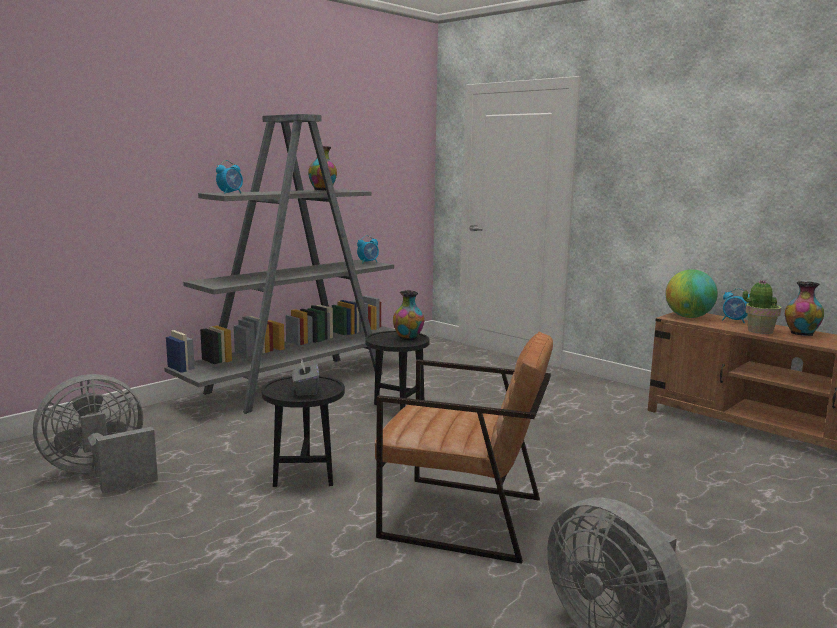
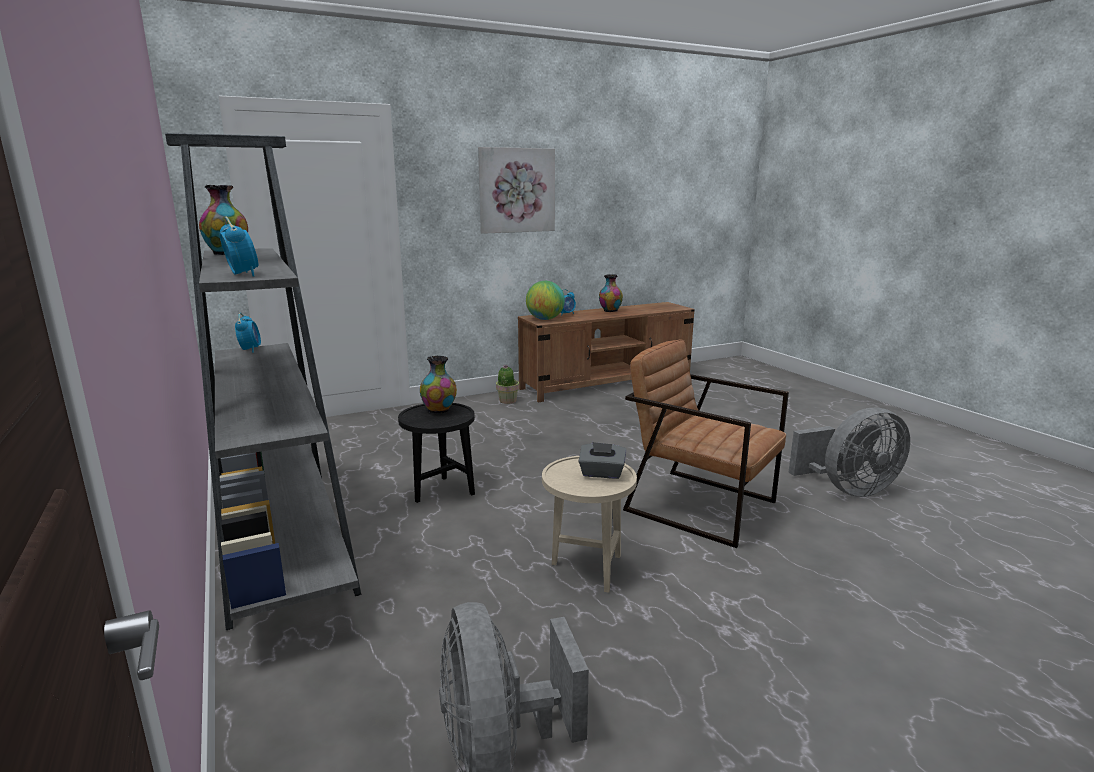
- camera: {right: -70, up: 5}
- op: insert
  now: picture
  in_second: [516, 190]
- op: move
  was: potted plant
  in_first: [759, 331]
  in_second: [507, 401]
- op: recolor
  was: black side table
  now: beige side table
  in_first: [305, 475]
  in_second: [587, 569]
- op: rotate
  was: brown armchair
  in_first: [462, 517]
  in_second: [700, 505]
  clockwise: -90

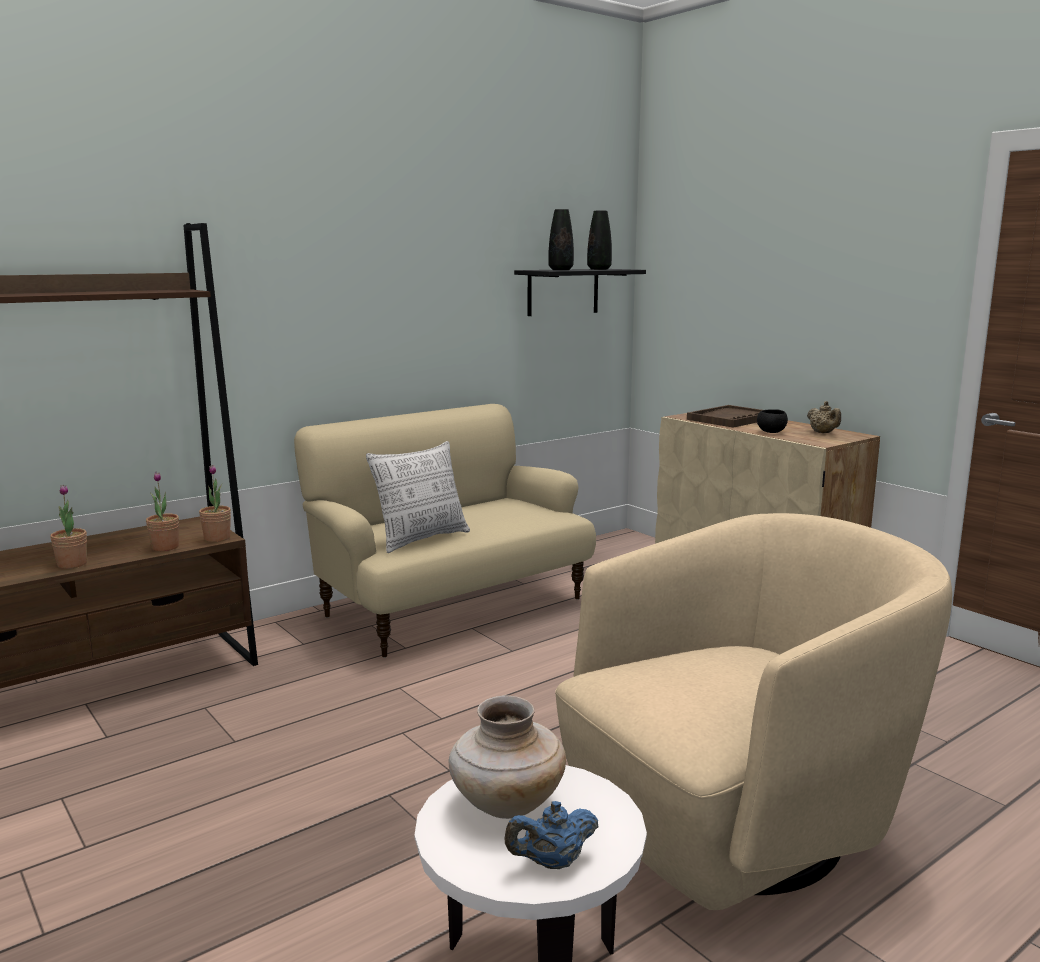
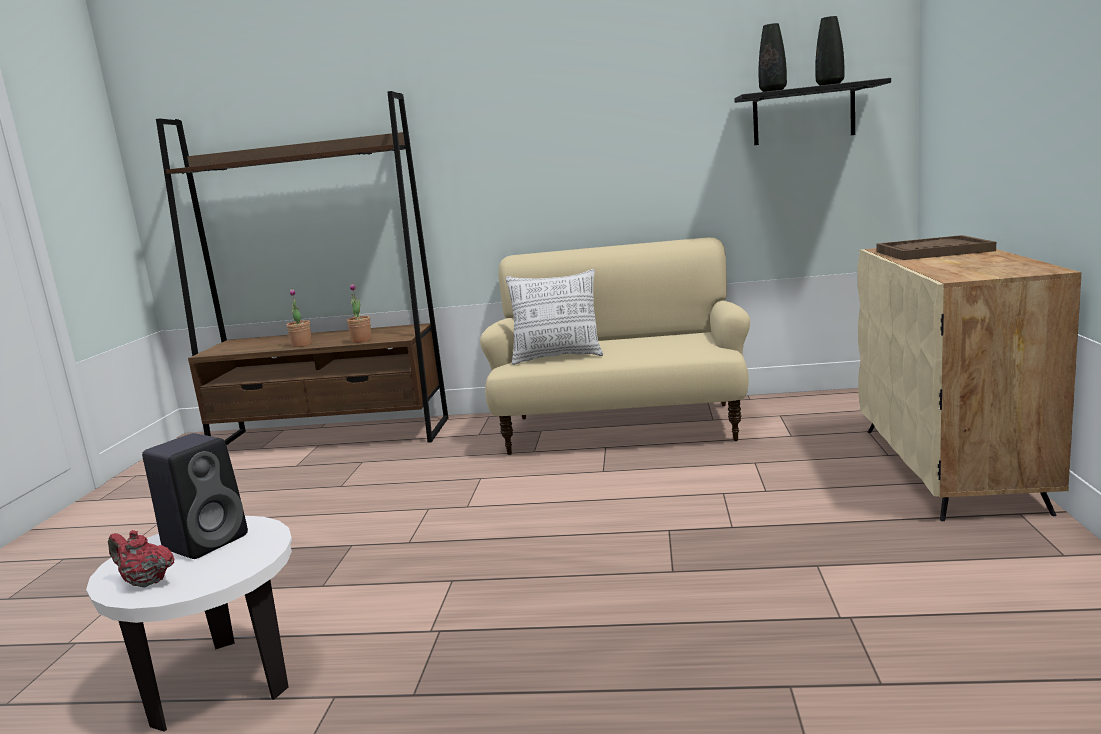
- camera: {right: 45, up: 0}
- op: recolor
  was: blue teapot
  now: red teapot
  in_first: [552, 862]
  in_second: [146, 582]
- op: replace
  was: beige vase
  now: black speaker
  in_first: [506, 804]
  in_second: [208, 540]
- op: delete
  was: potted plant
  in_first: [217, 538]
- op: delete
  was: beige armchair
  in_first: [736, 823]
- op: delete
  was: black bowl
  in_first: [771, 432]
- op: delete
  was: beige teapot
  in_first: [823, 433]

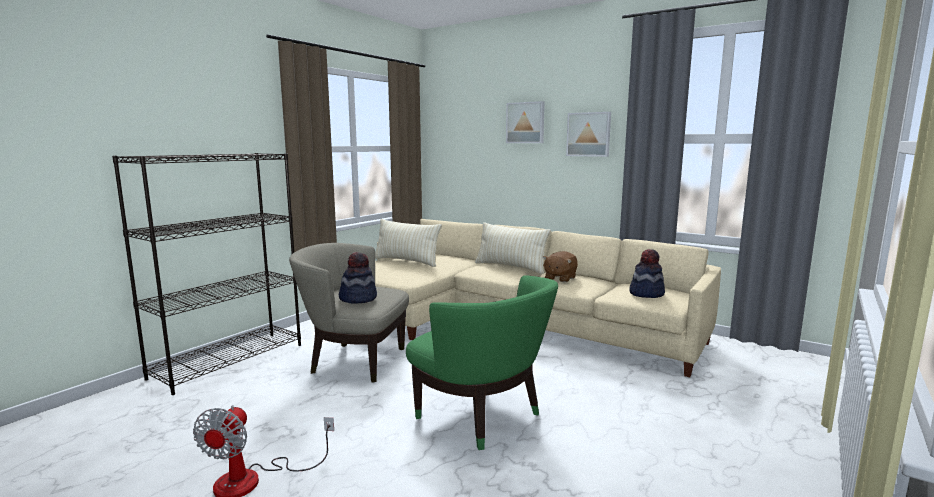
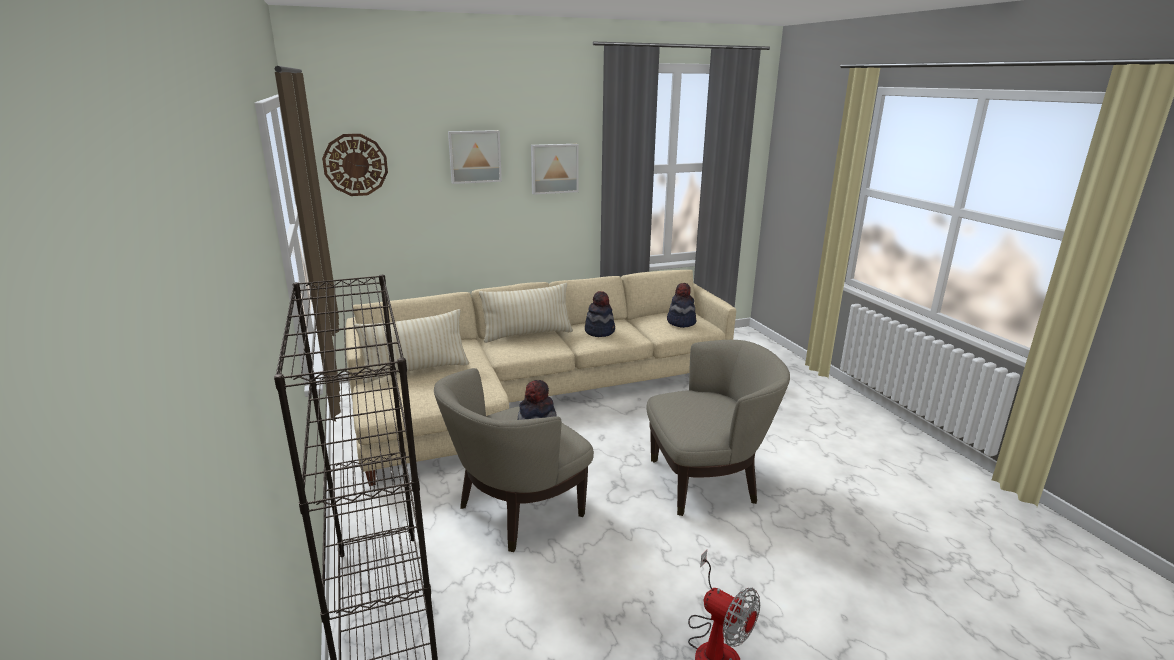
- camera: {right: -55, up: 10}
- op: insert
  now: wall clock
  in_second: [355, 165]
- op: replace
  was: brown plush toy
  now: hat
  in_first: [559, 278]
  in_second: [600, 331]
- op: recolor
  was: green armchair
  now: beige armchair
  in_first: [483, 417]
  in_second: [707, 482]

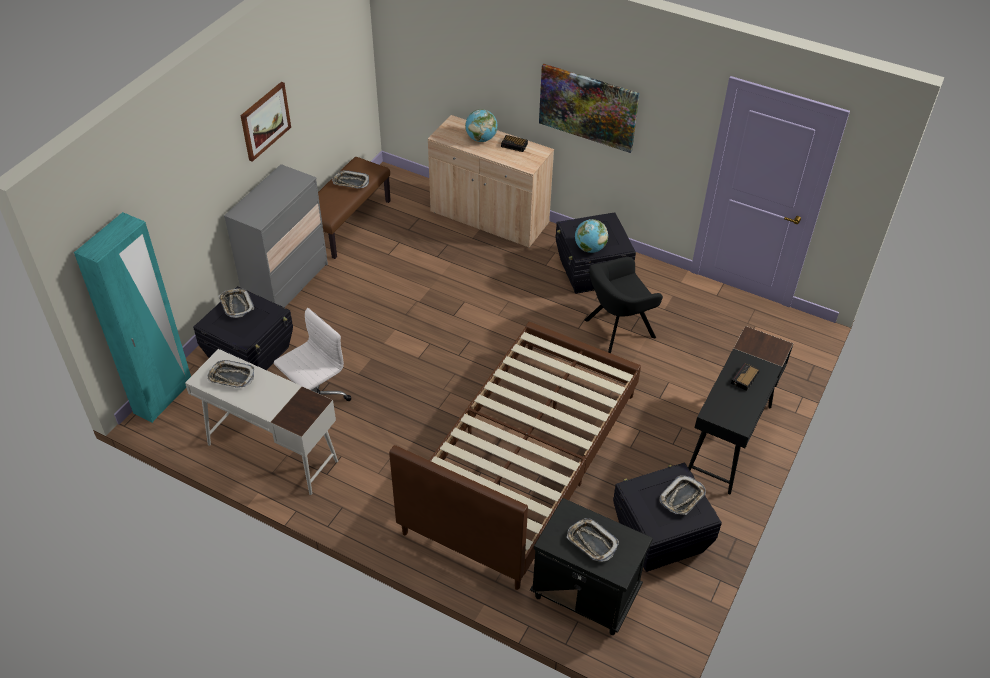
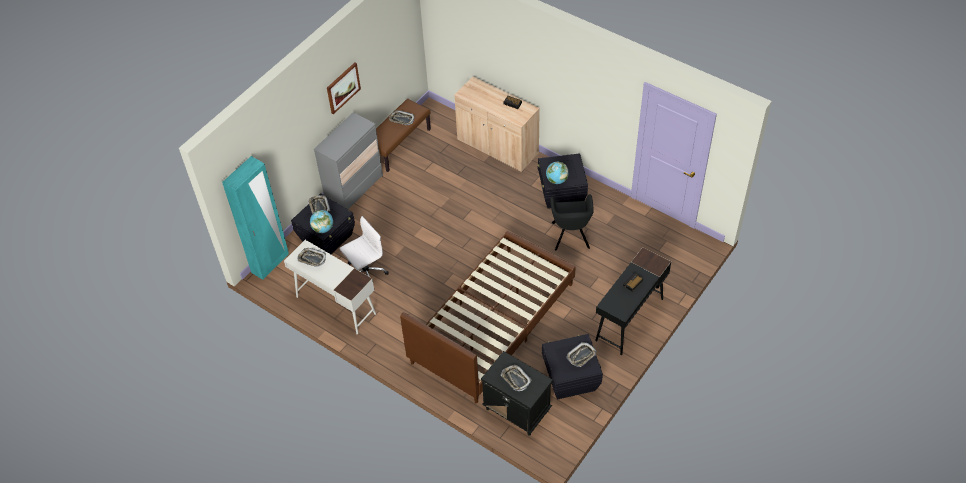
- camera: {right: 10, up: 5}
- op: move
  was: globe
  in_first: [481, 139]
  in_second: [323, 228]
- op: rotate
  was: black armchair
  in_first: [616, 329]
  in_second: [570, 236]
  clockwise: -75
- op: delete
  was: picture
  in_first: [588, 107]

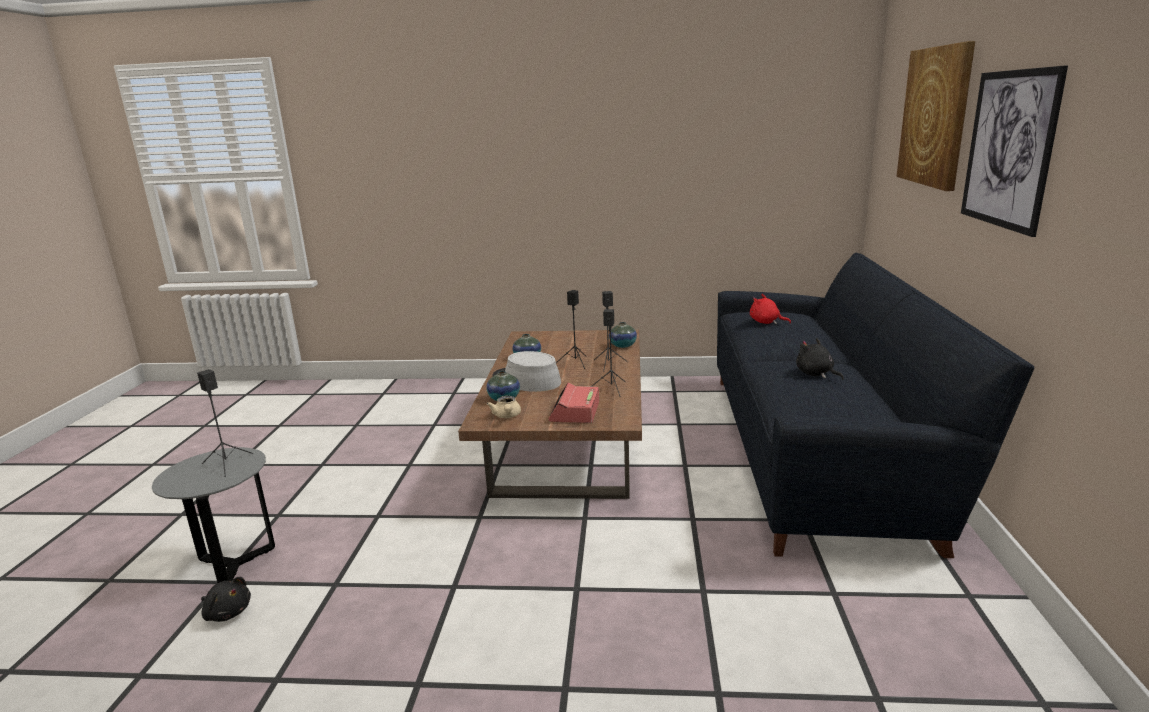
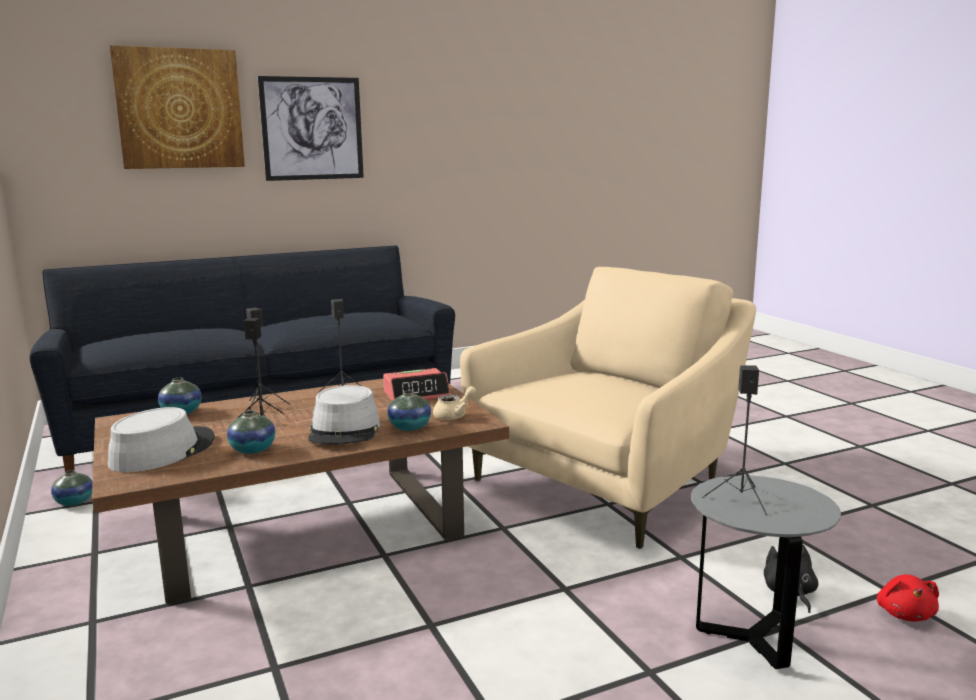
- camera: {right: -120, up: -5}
- op: insert
  now: vase
  in_second: [74, 502]
- op: insert
  now: grey hat
  in_second: [162, 451]
- op: insert
  now: beige armchair
  in_second: [611, 482]
- op: move
  was: red plush toy
  in_first: [766, 322]
  in_second: [905, 613]
- op: delete
  was: black plush toy
  in_first: [816, 374]

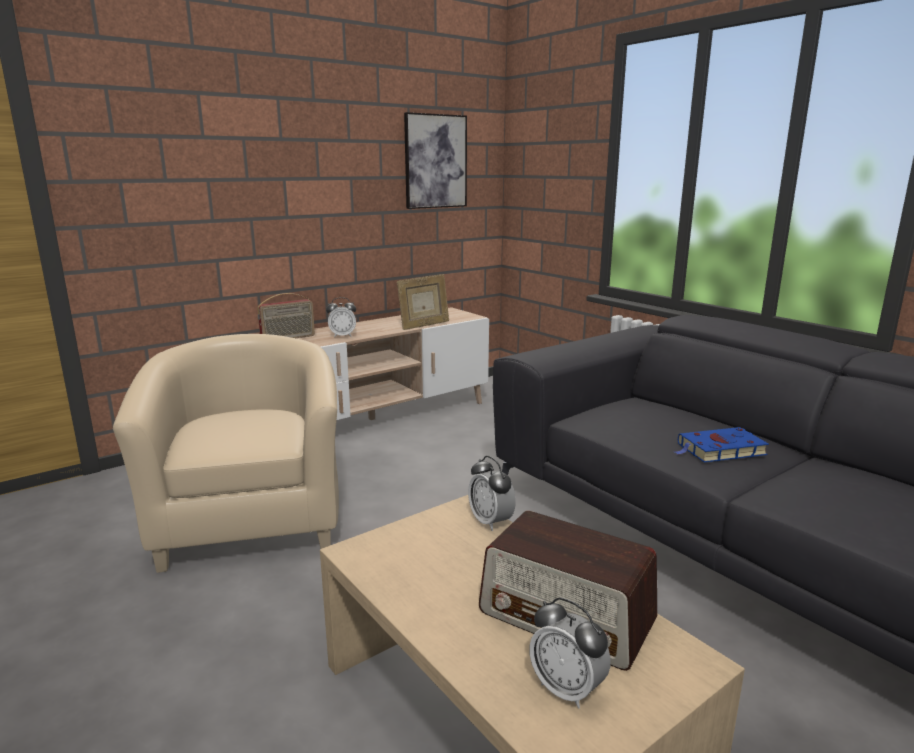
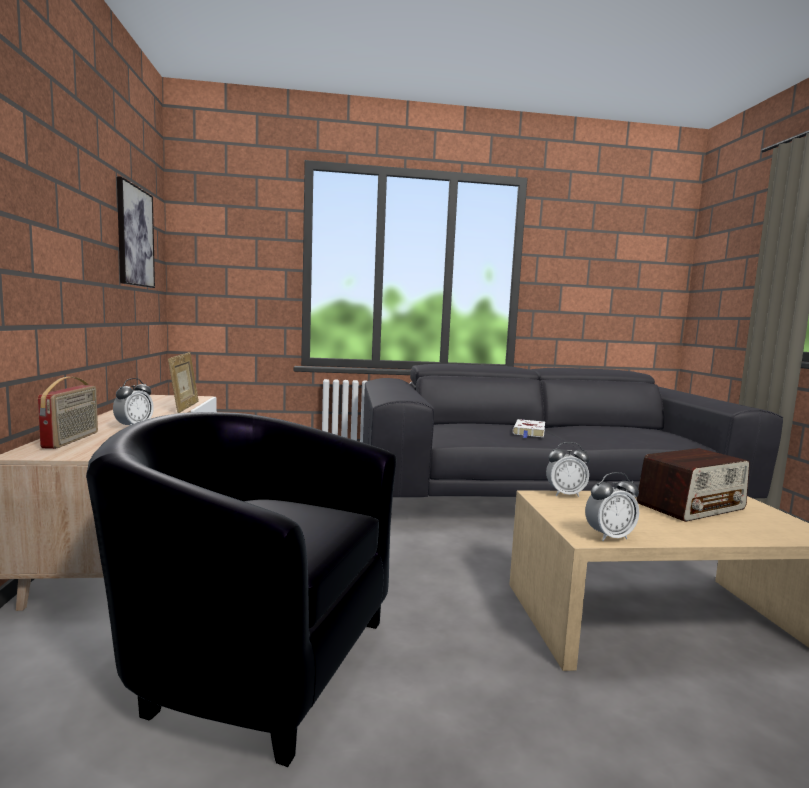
- camera: {right: -60, up: -10}
- op: recolor
  was: beige armchair
  now: black armchair
  in_first: [252, 520]
  in_second: [253, 657]
- op: recolor
  was: blue book
  now: white book
  in_first: [719, 450]
  in_second: [529, 432]
- op: move
  was: alarm clock
  in_first: [567, 689]
  in_second: [609, 537]

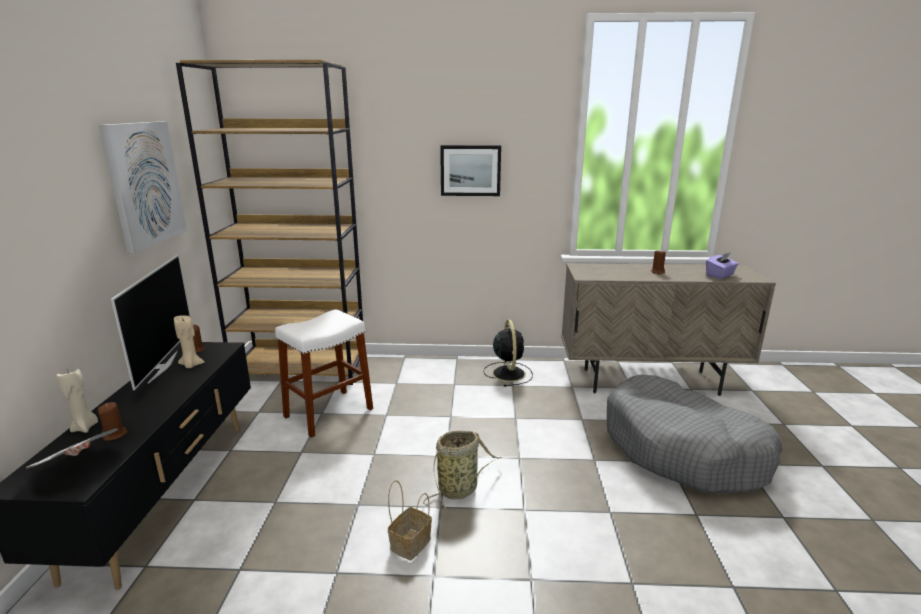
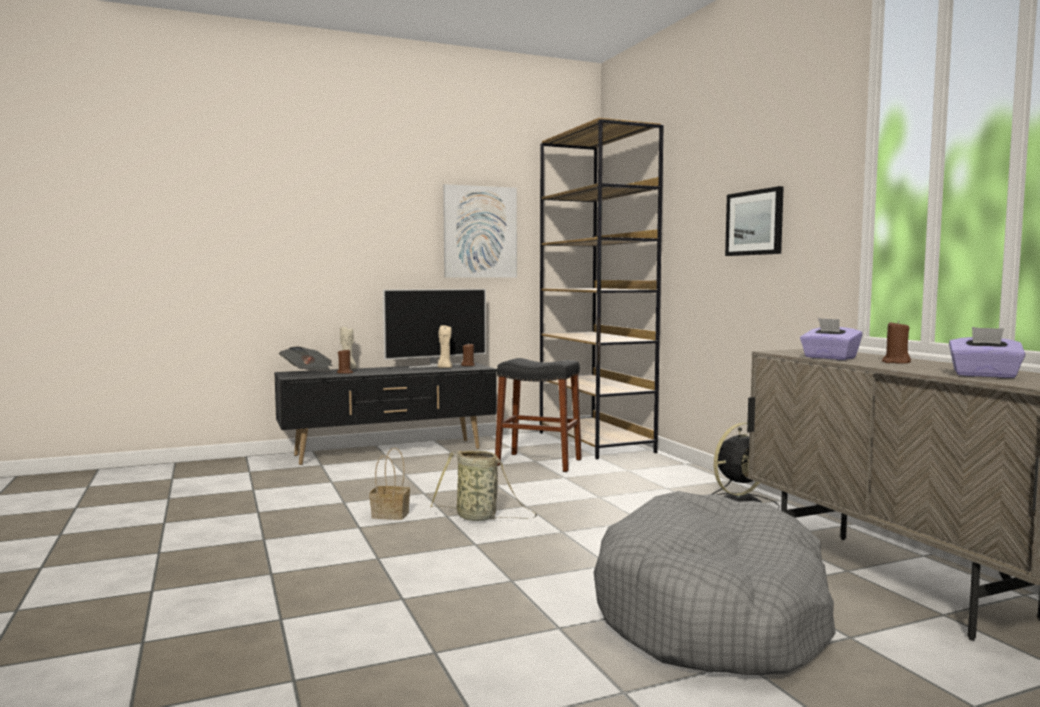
- camera: {right: 65, up: -15}
- op: recolor
  was: white stool
  now: black stool
  in_first: [329, 413]
  in_second: [538, 462]
- op: insert
  now: purple tissue box
  in_second: [829, 358]

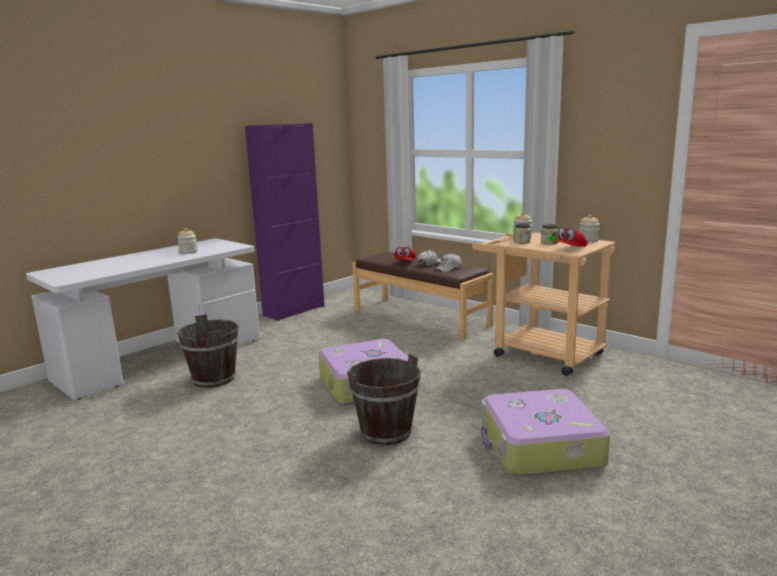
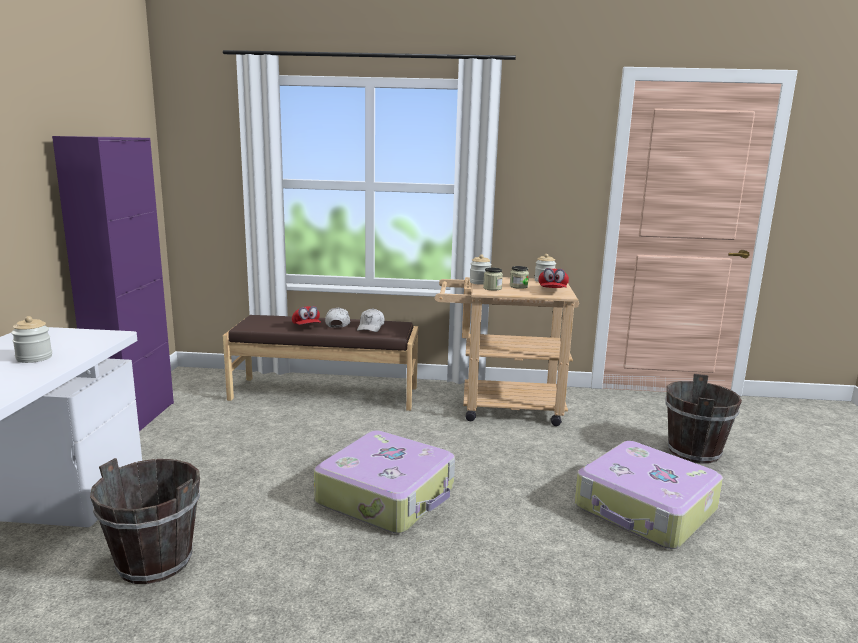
- camera: {right: -40, up: 0}
- op: move
  was: brown bucket
  in_first: [386, 432]
  in_second: [694, 452]

